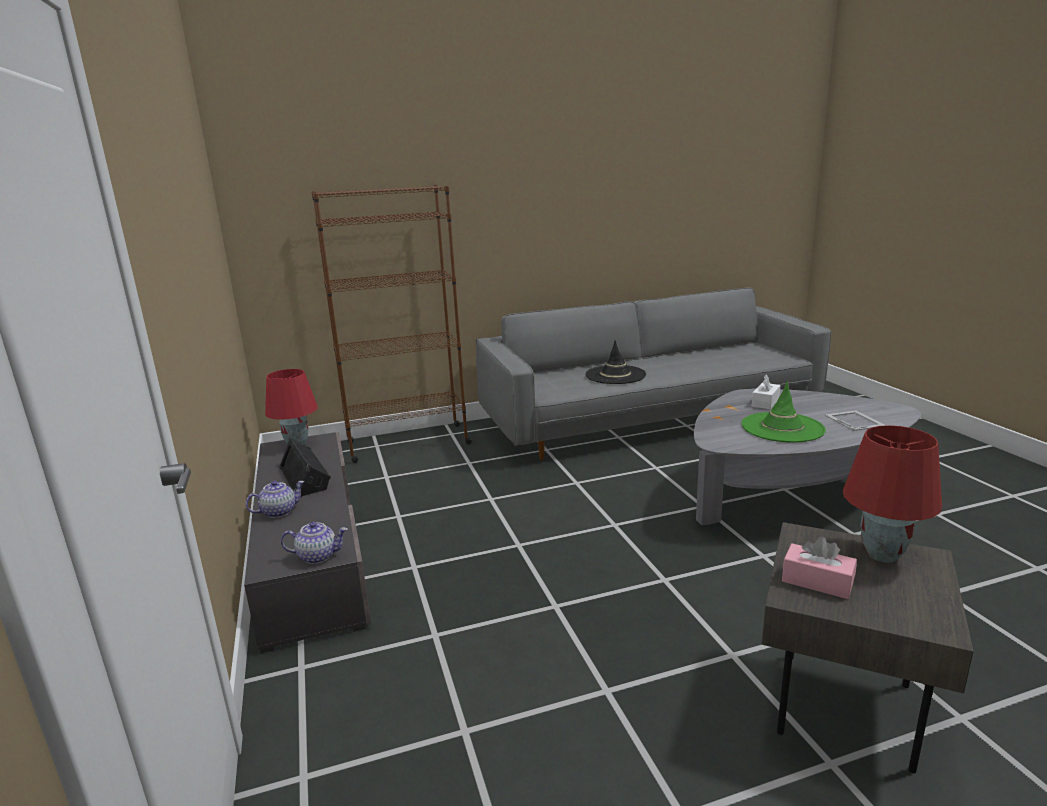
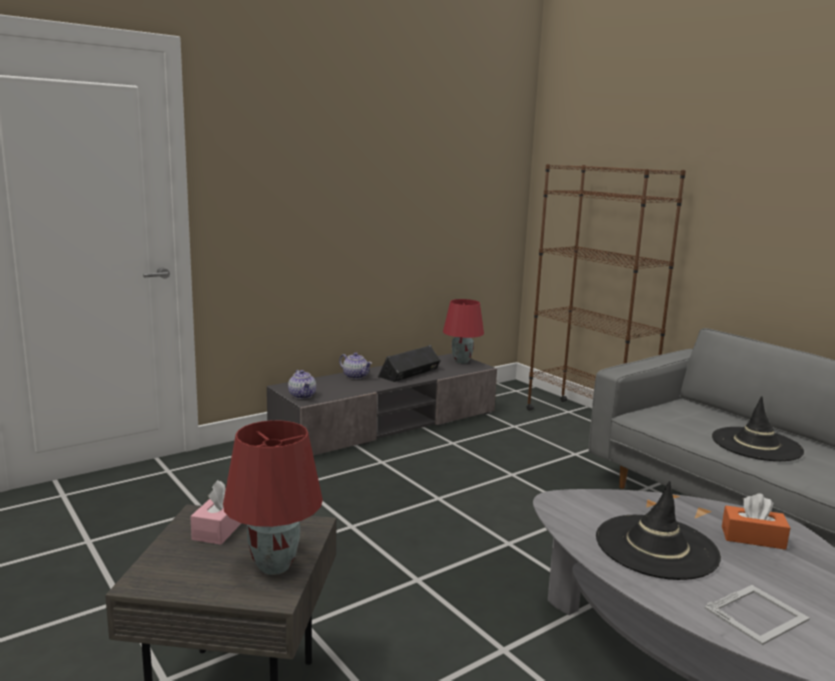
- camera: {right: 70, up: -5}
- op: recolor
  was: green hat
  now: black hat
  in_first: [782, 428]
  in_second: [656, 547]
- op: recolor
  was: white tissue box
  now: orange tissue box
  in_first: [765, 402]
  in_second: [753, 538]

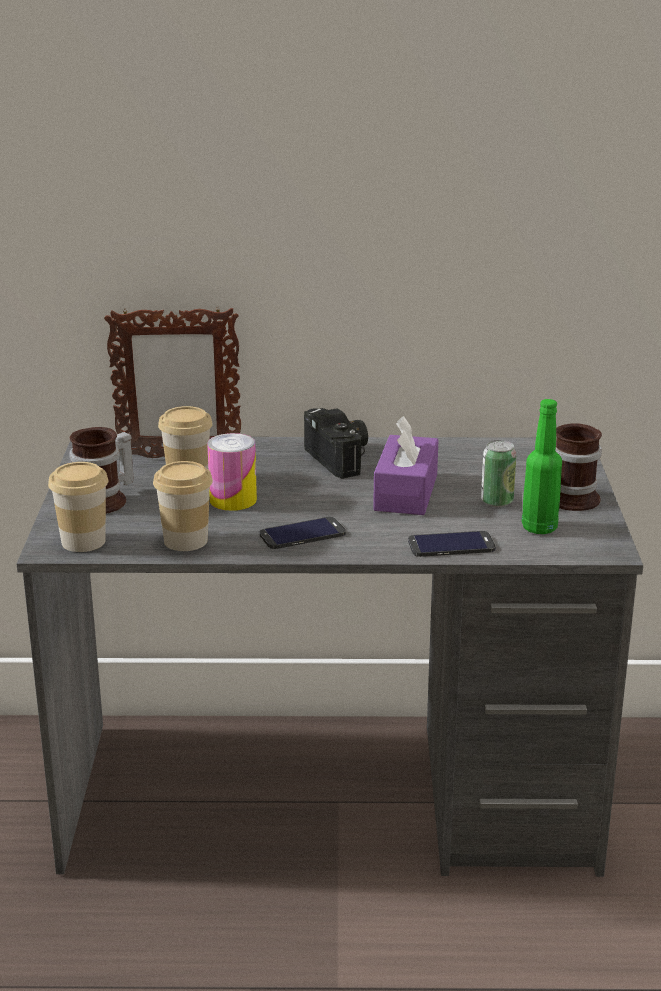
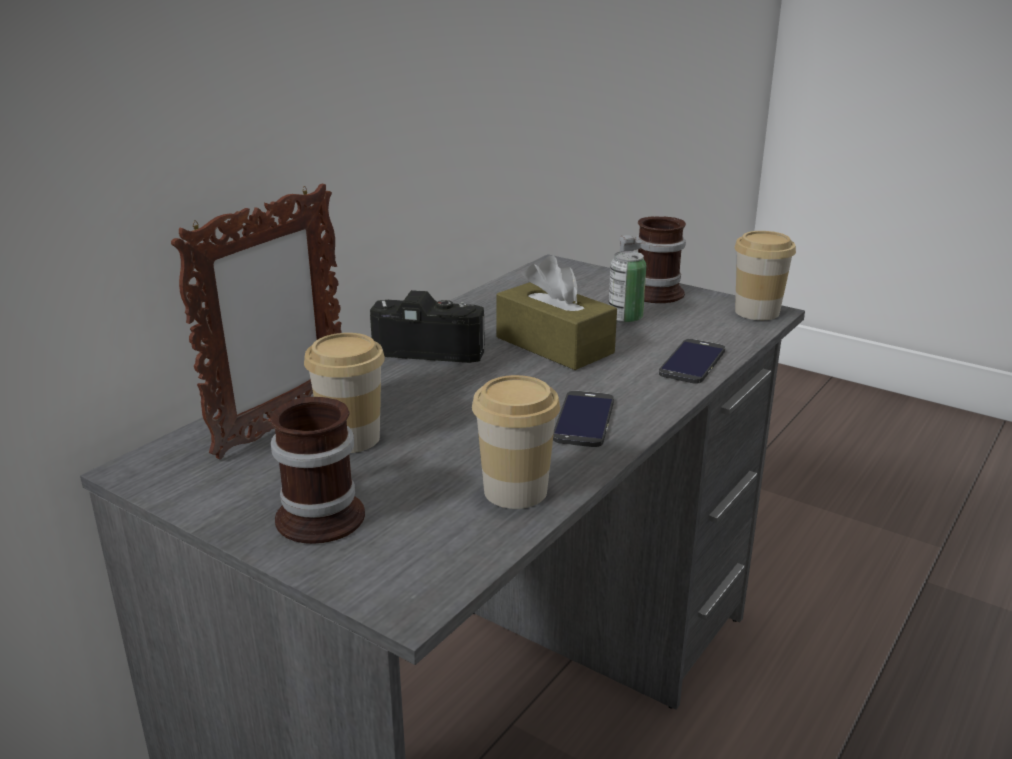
- camera: {right: -55, up: 0}
- op: recolor
  was: purple tissue box
  now: brown tissue box
  in_first: [406, 492]
  in_second: [554, 345]
- op: move
  was: cup
  in_first: [83, 541]
  in_second: [757, 312]
- op: delete
  was: can
  in_first: [233, 500]
- op: delete
  was: green bottle
  in_first: [539, 528]

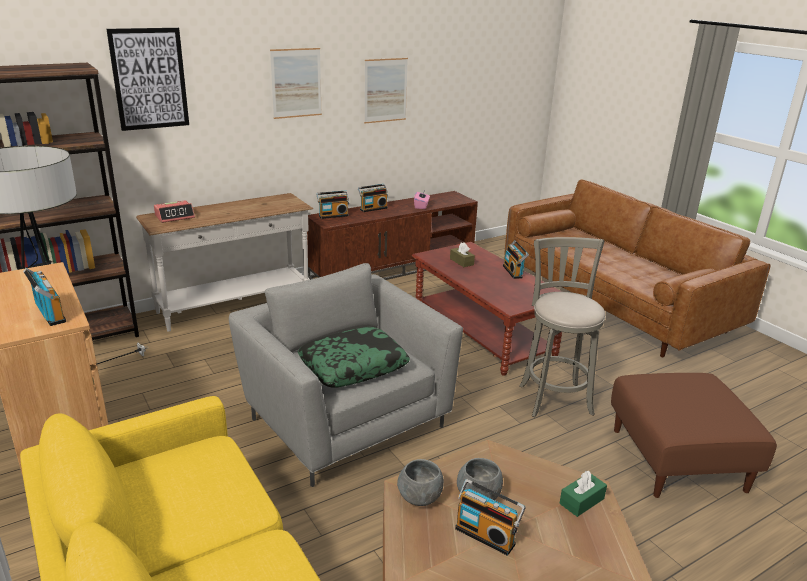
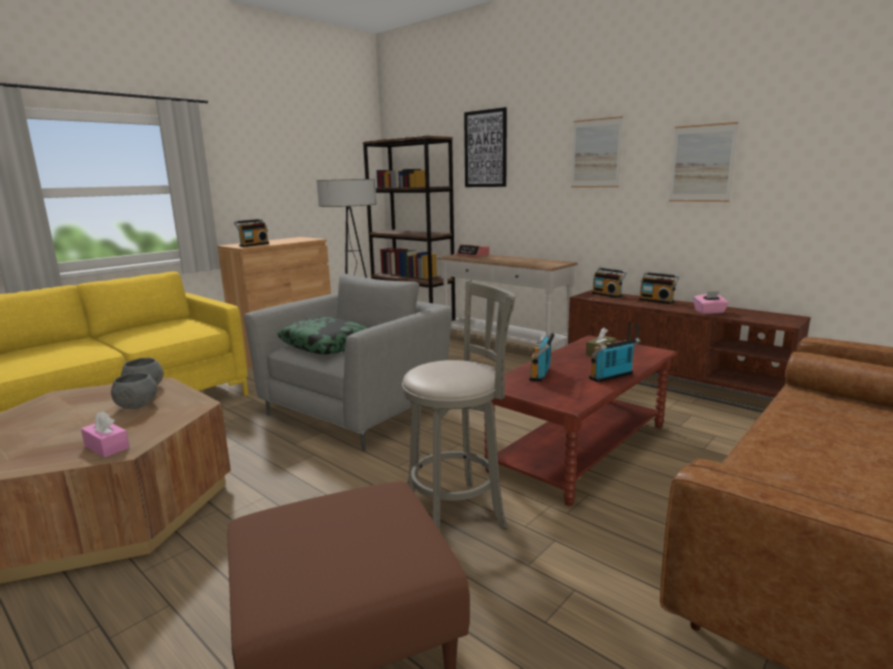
- camera: {right: 75, up: -10}
- op: recolor
  was: green tissue box
  now: pink tissue box
  in_first: [581, 501]
  in_second: [107, 447]
- op: move
  was: radio
  in_first: [486, 535]
  in_second: [541, 374]

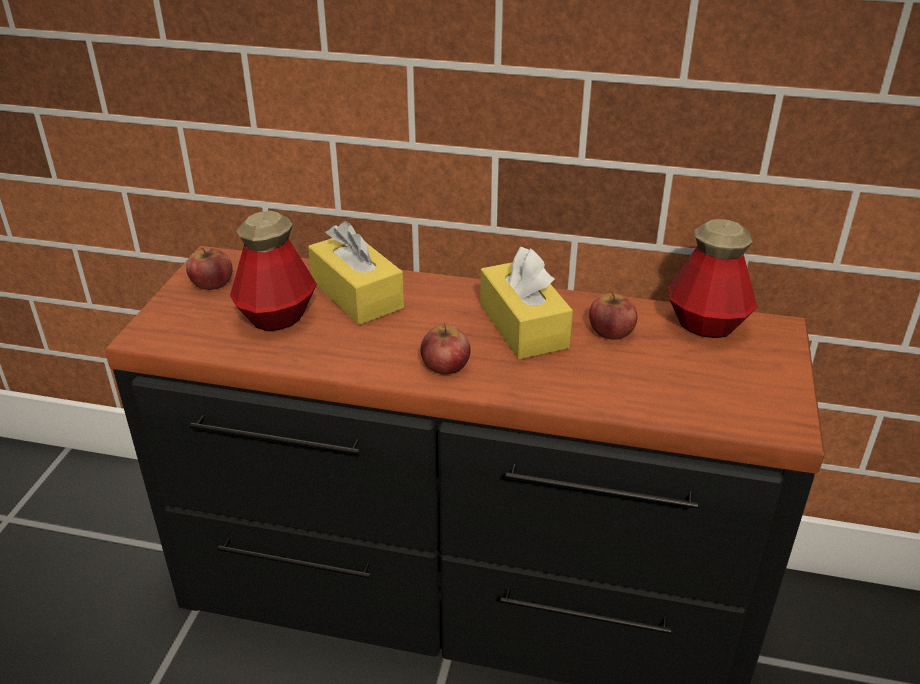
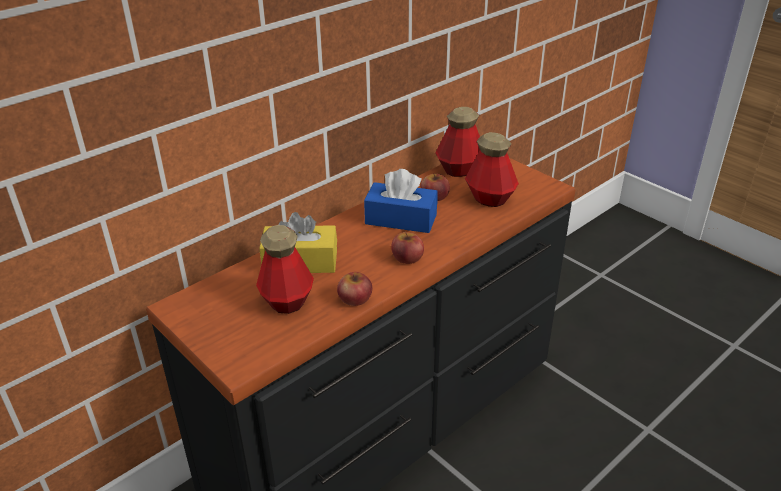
- camera: {right: -55, up: 0}
- op: move
  was: apple
  in_first: [212, 282]
  in_second: [355, 298]
- op: recolor
  was: yellow tissue box
  now: blue tissue box
  in_first: [523, 326]
  in_second: [401, 219]
- op: insert
  now: bottle
  in_second: [490, 198]

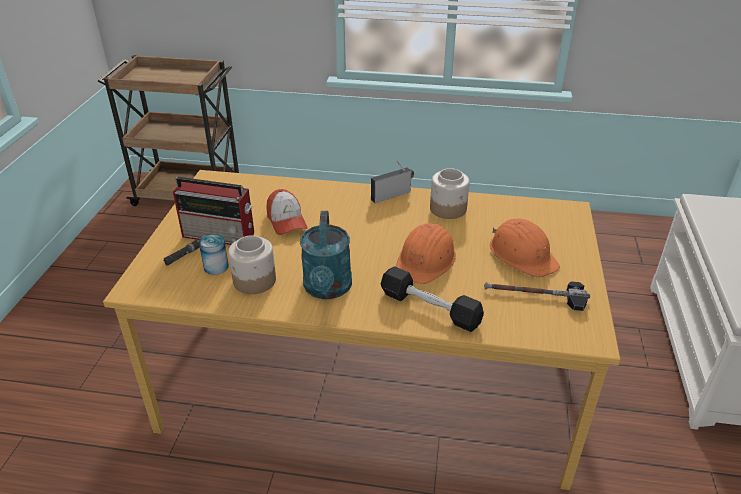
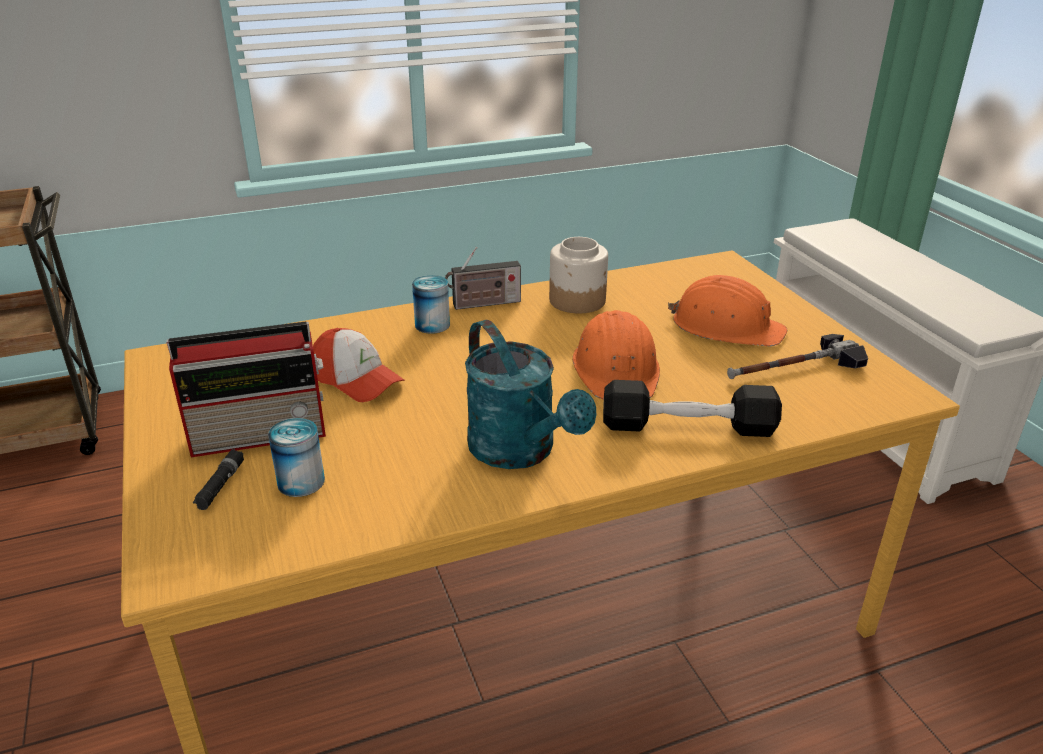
- camera: {right: -30, up: -5}
- op: insert
  now: can
  in_second: [432, 325]
- op: rotate
  was: radio
  in_first: [392, 195]
  in_second: [483, 304]
  clockwise: -135
- op: delete
  was: jar
  in_first: [254, 281]

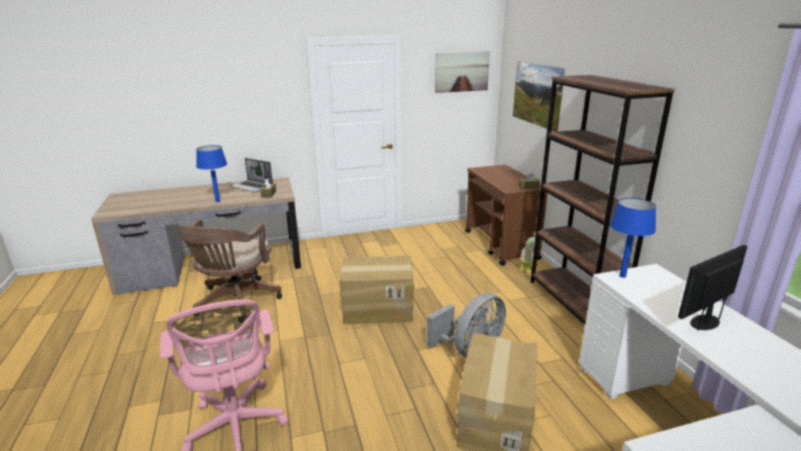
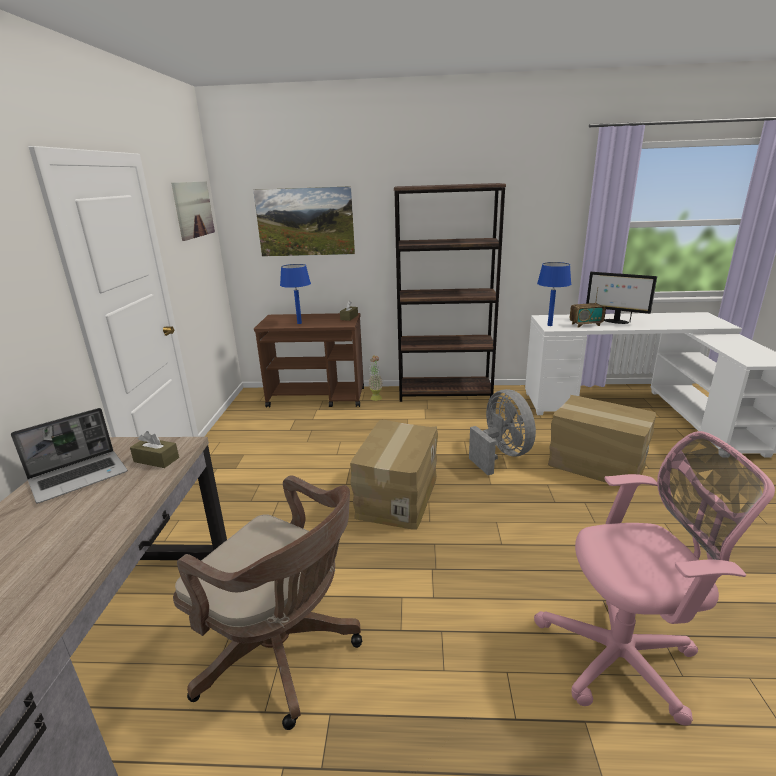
- camera: {right: -70, up: 0}
- op: move
  was: blue table lamp
  in_first: [218, 201]
  in_second: [299, 323]
- op: insert
  now: radio
  in_second: [585, 324]
- op: rotate
  was: monitor
  in_first: [704, 322]
  in_second: [615, 321]
  clockwise: -45

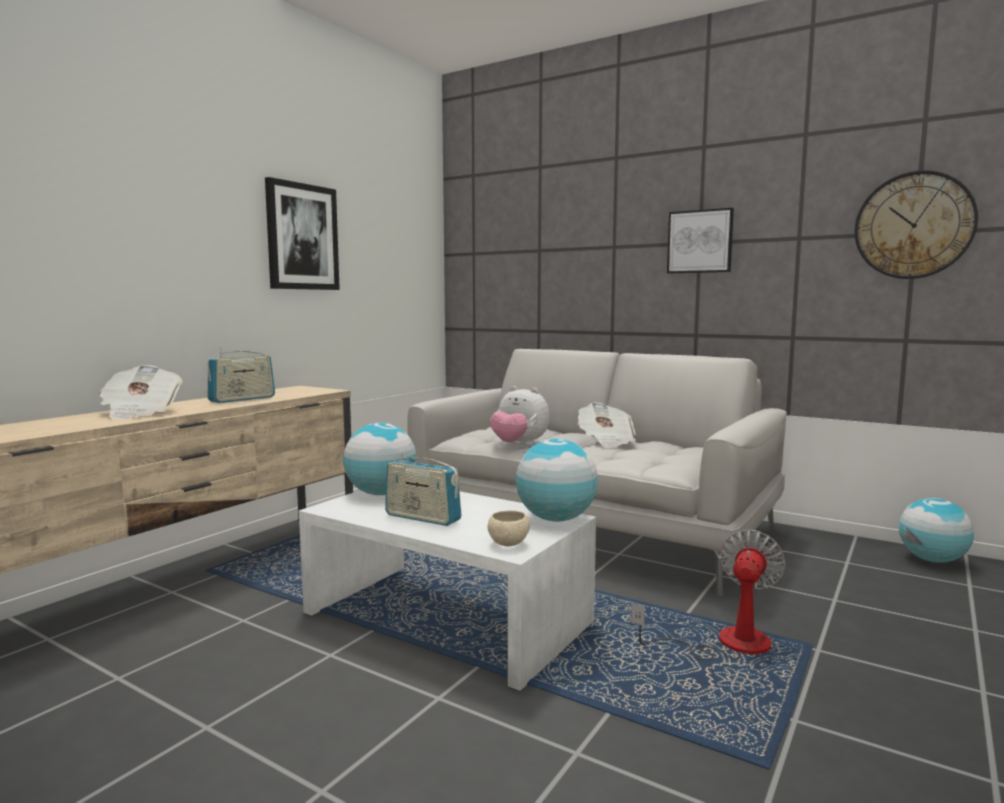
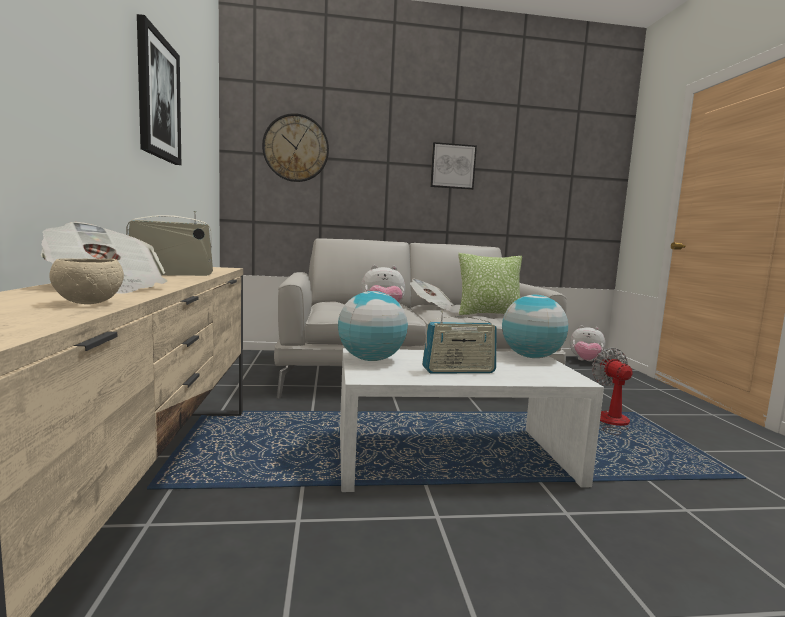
- camera: {right: -40, up: 0}
- op: move
  was: beige bowl
  in_first: [508, 544]
  in_second: [88, 303]
- op: rotate
  was: radio
  in_first: [242, 399]
  in_second: [171, 274]
  clockwise: -120
- op: move
  was: wall clock
  in_first: [913, 225]
  in_second: [296, 148]
- op: insert
  now: pillow
  in_second: [489, 315]
- op: replace
  was: globe
  now: plush toy
  in_first: [932, 560]
  in_second: [585, 361]

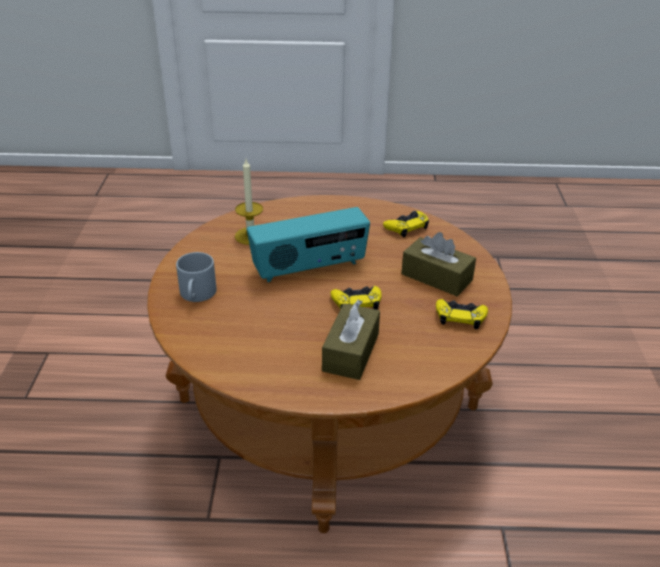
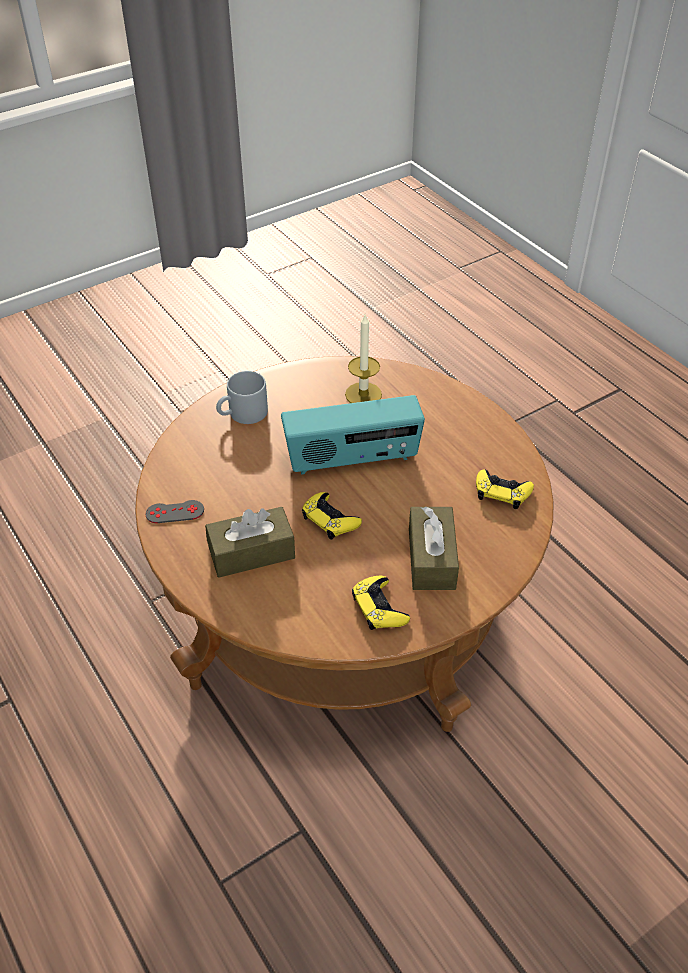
- camera: {right: 55, up: 10}
- op: insert
  now: grey game controller
  in_second: [175, 512]
- op: rotate
  was: radio
  in_first: [309, 268]
  in_second: [352, 460]
  clockwise: -45

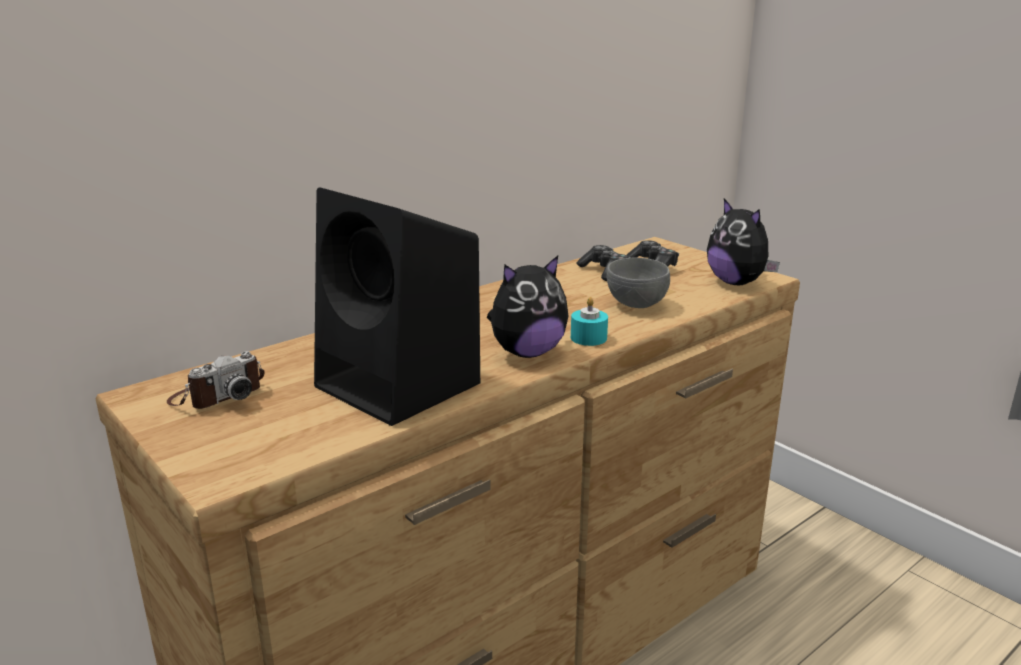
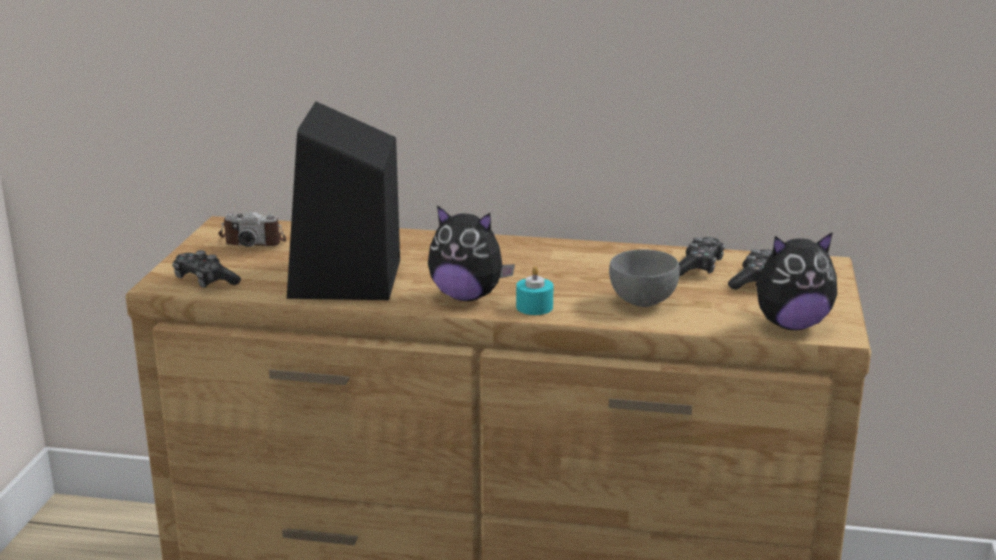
- camera: {right: 50, up: 0}
- op: insert
  now: game controller
  in_second: [204, 281]
- op: rotate
  was: plush toy
  in_first: [737, 282]
  in_second: [791, 325]
  clockwise: -120

